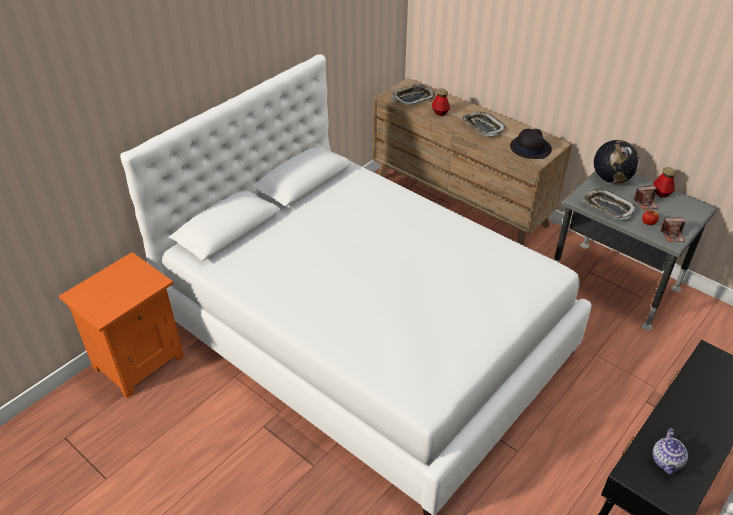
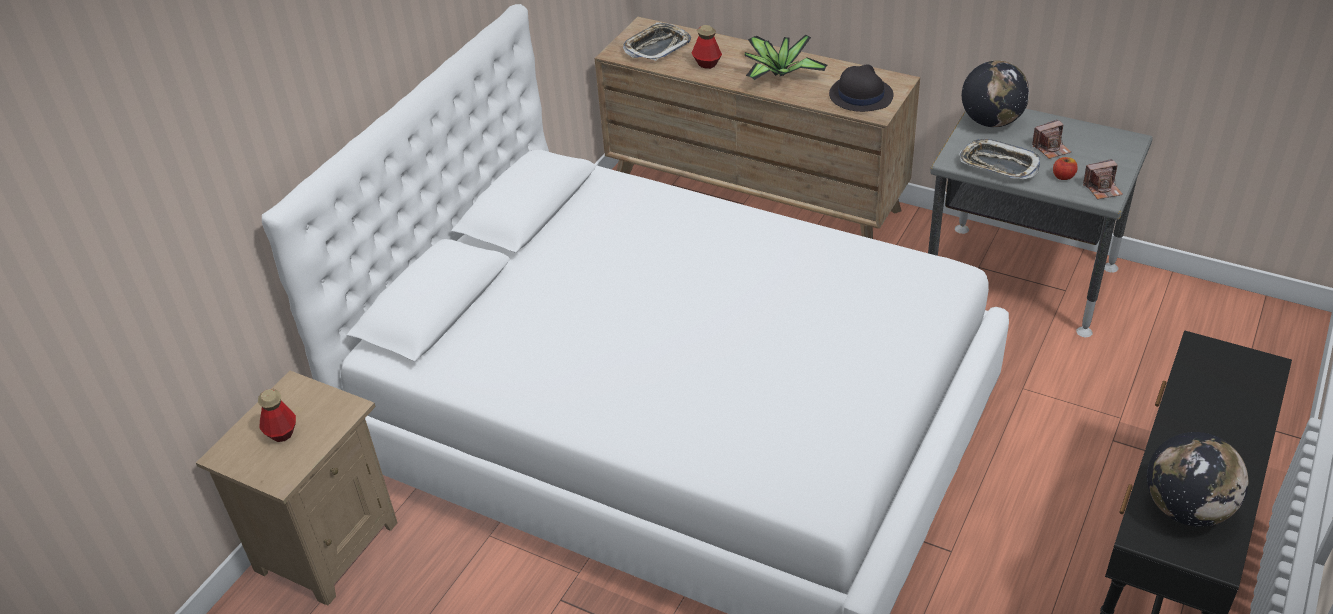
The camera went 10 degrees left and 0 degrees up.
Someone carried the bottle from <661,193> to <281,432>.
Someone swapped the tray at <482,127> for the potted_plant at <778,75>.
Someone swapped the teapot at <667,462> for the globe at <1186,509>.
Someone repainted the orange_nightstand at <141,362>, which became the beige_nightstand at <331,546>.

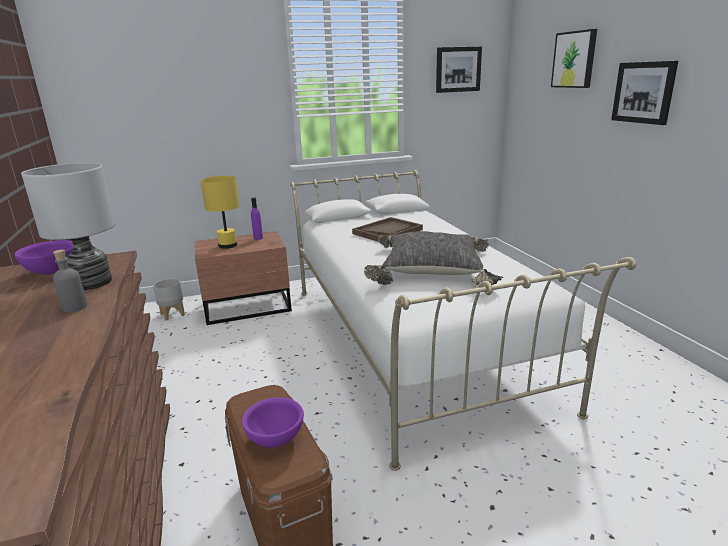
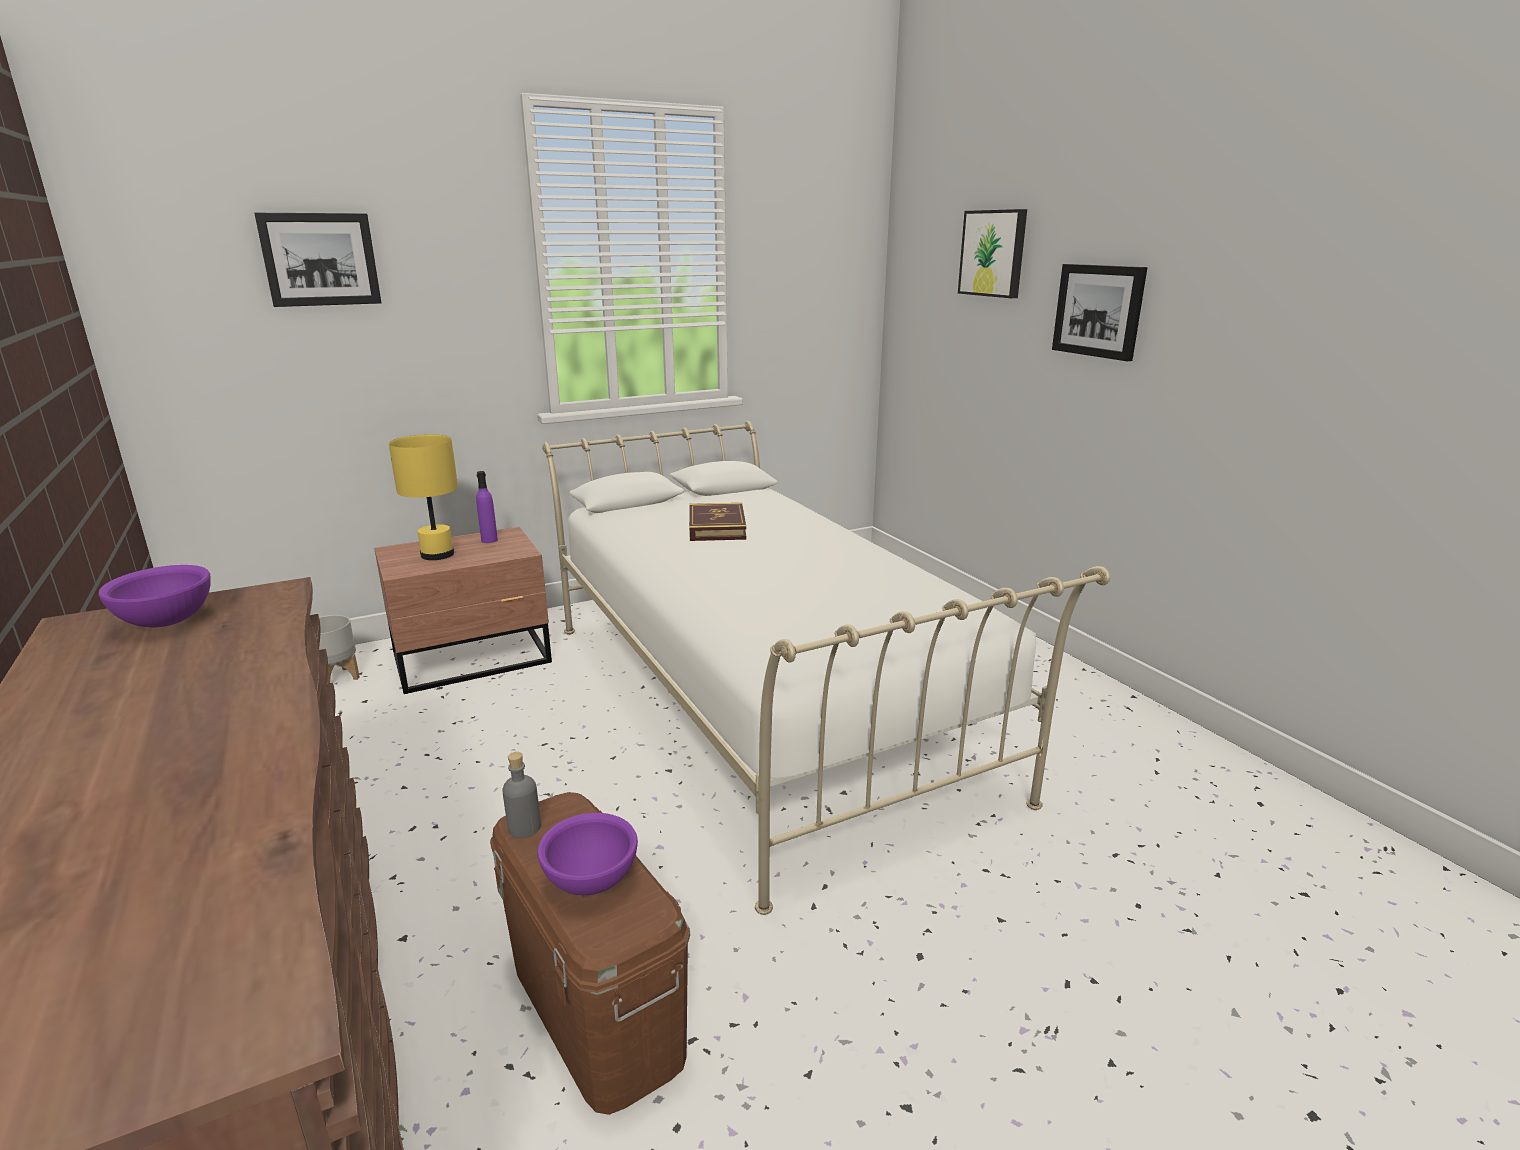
The camera went 10 degrees left and 0 degrees up.
Someone took away the grey_table_lamp at <91,282>.
Someone took away the pillow at <432,267>.
Someone carried the grey_bottle from <74,307> to <524,828>.
Someone carried the picture from <458,69> to <320,259>.
Someone swapped the brown_tray at <387,232> for the book at <717,527>.

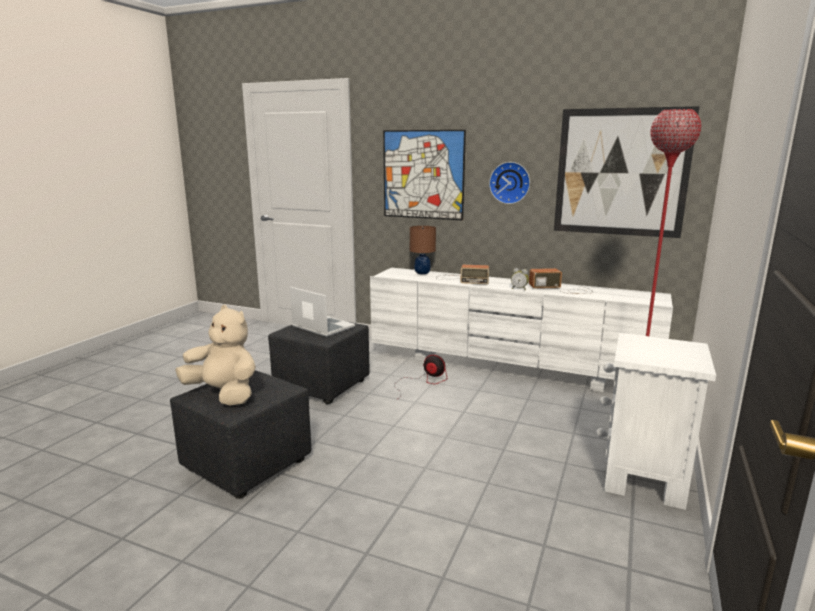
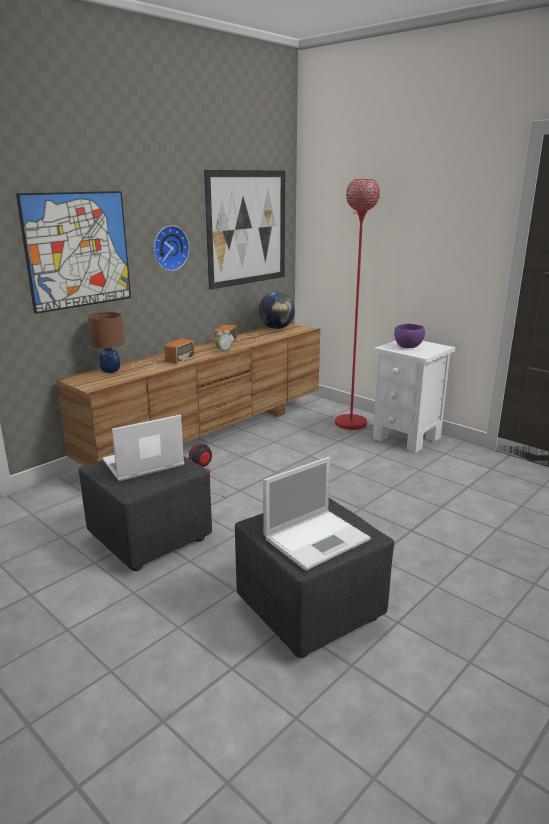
The camera went 70 degrees left and 5 degrees up.
Someone put down the globe at <276,328>.
Someone put down the purple_bowl at <408,347>.
Someone swapped the beige_plush_toy at <224,394> for the laptop at <318,538>.
Someone repainted the white_cabinet at <507,369>, which became the brown_cabinet at <209,435>.

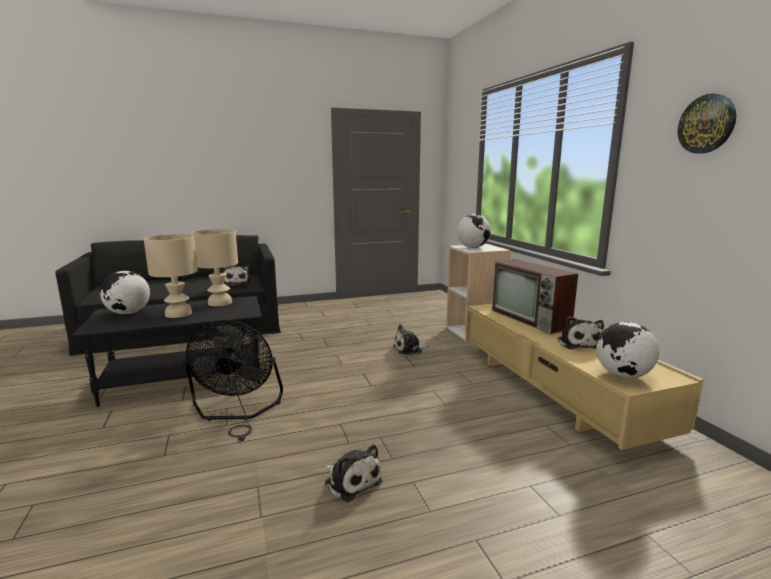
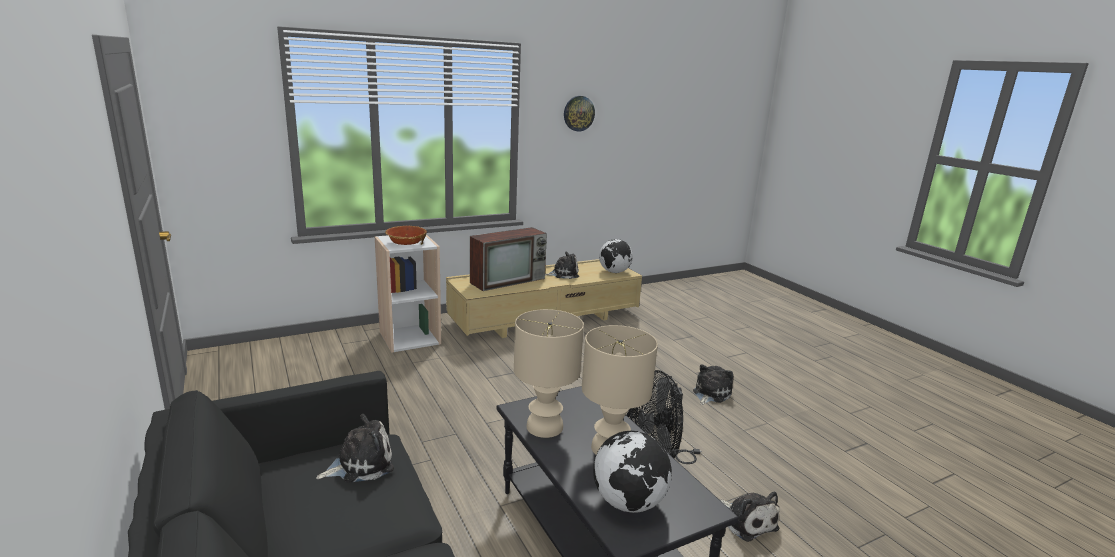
The camera went 100 degrees left and 5 degrees up.
Someone carried the plush_toy from <409,349> to <747,521>.
Someone swapped the globe at <472,247> for the bowl at <406,243>.

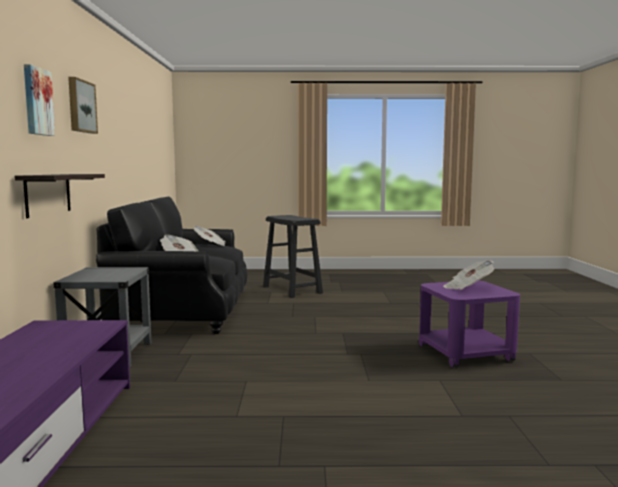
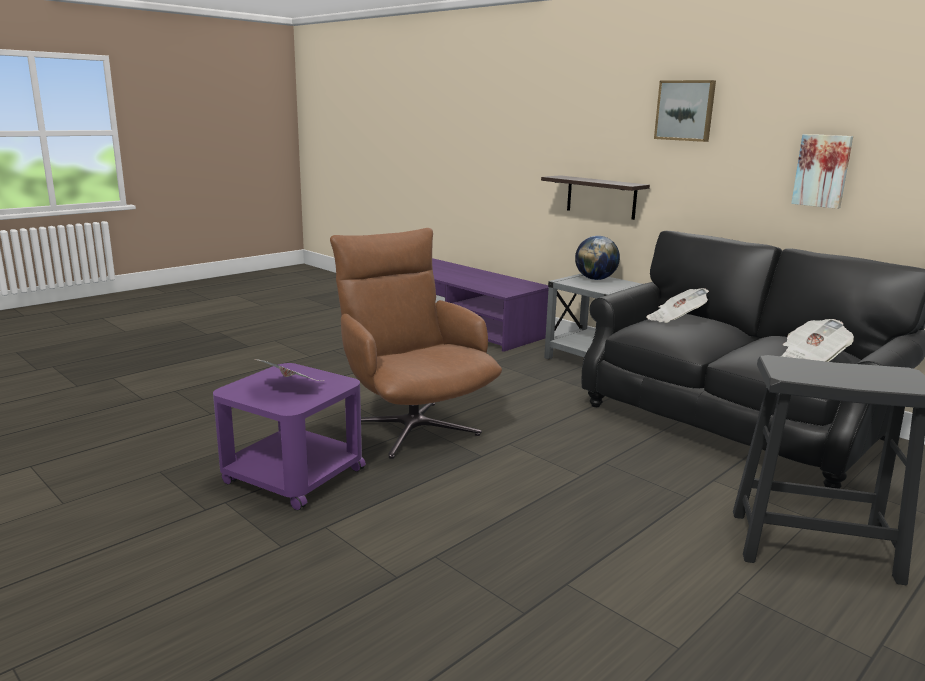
The camera went 135 degrees right and 10 degrees up.
Someone put down the brown_armchair at <413,428>.
Someone put down the globe at <595,279>.
Someone carried the picture from <37,101> to <822,170>.

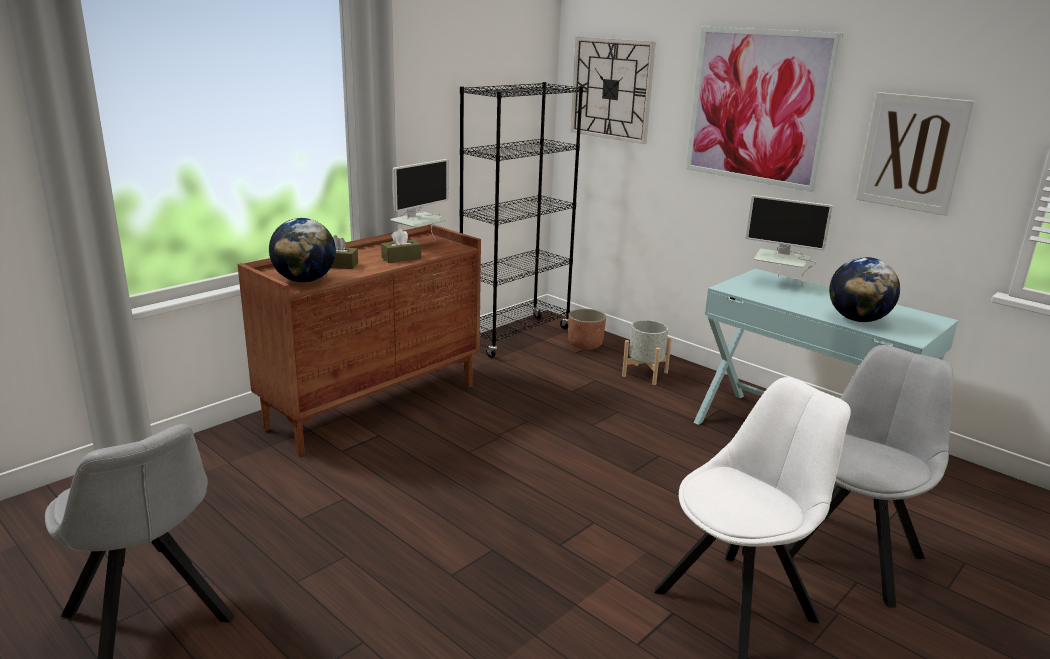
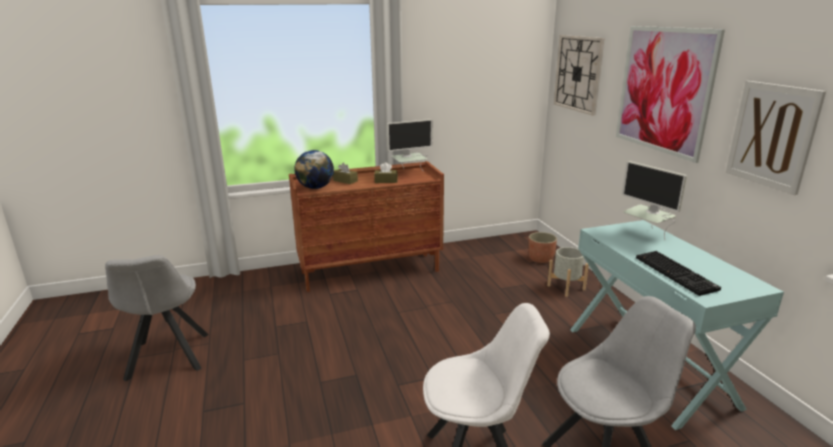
The camera went 30 degrees right and 0 degrees up.
Someone took away the black_bookcase at <515,337>.
Someone swapped the globe at <858,320> for the keyboard at <677,273>.

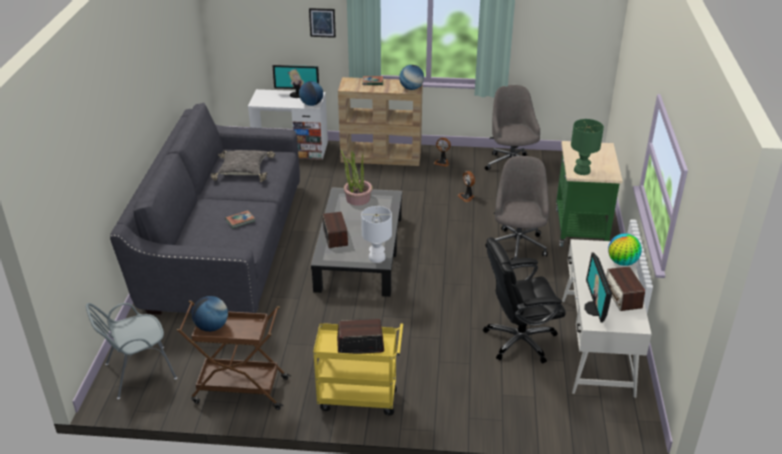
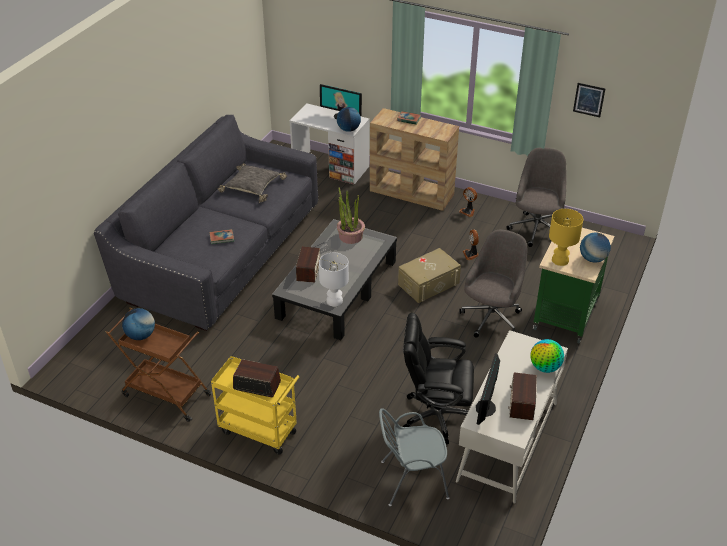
The camera went 20 degrees right and 5 degrees up.
Someone put down the beige_storage_box at <428,284>.
Someone carried the grey_chair from <137,372> to <411,480>.
Someone carried the picture from <322,22> to <589,99>.
Someone carried the globe from <411,88> to <592,259>.
Someone repainted the green_table_lamp at <581,170>, which became the yellow_table_lamp at <560,260>.

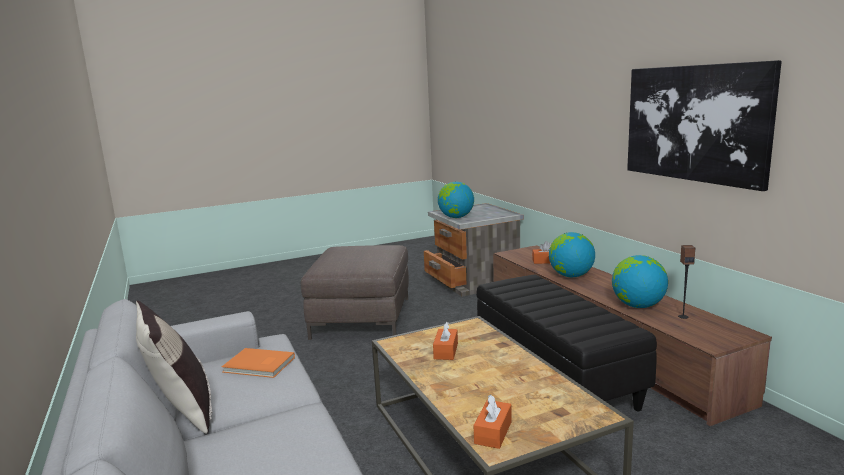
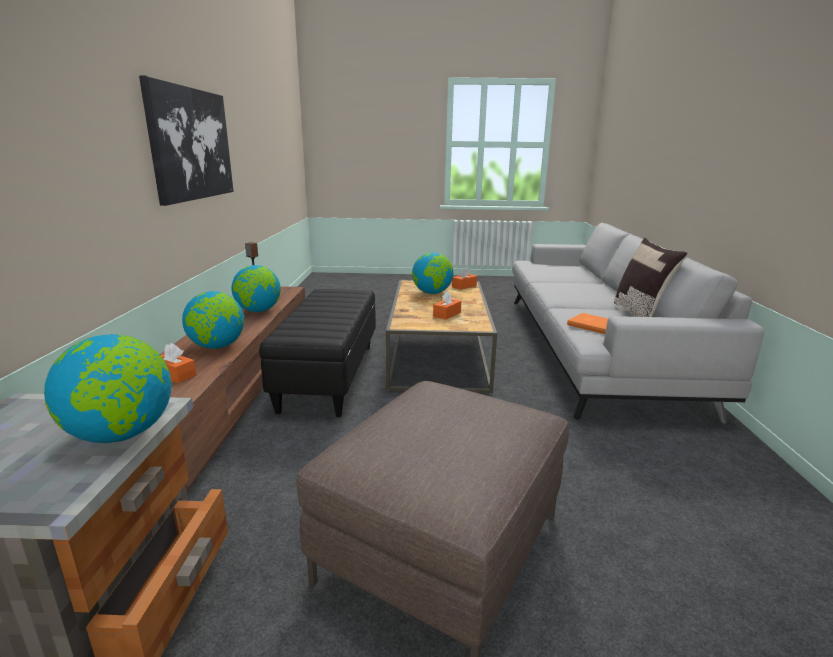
The camera went 155 degrees left and 5 degrees up.
Someone put down the globe at <432,293>.

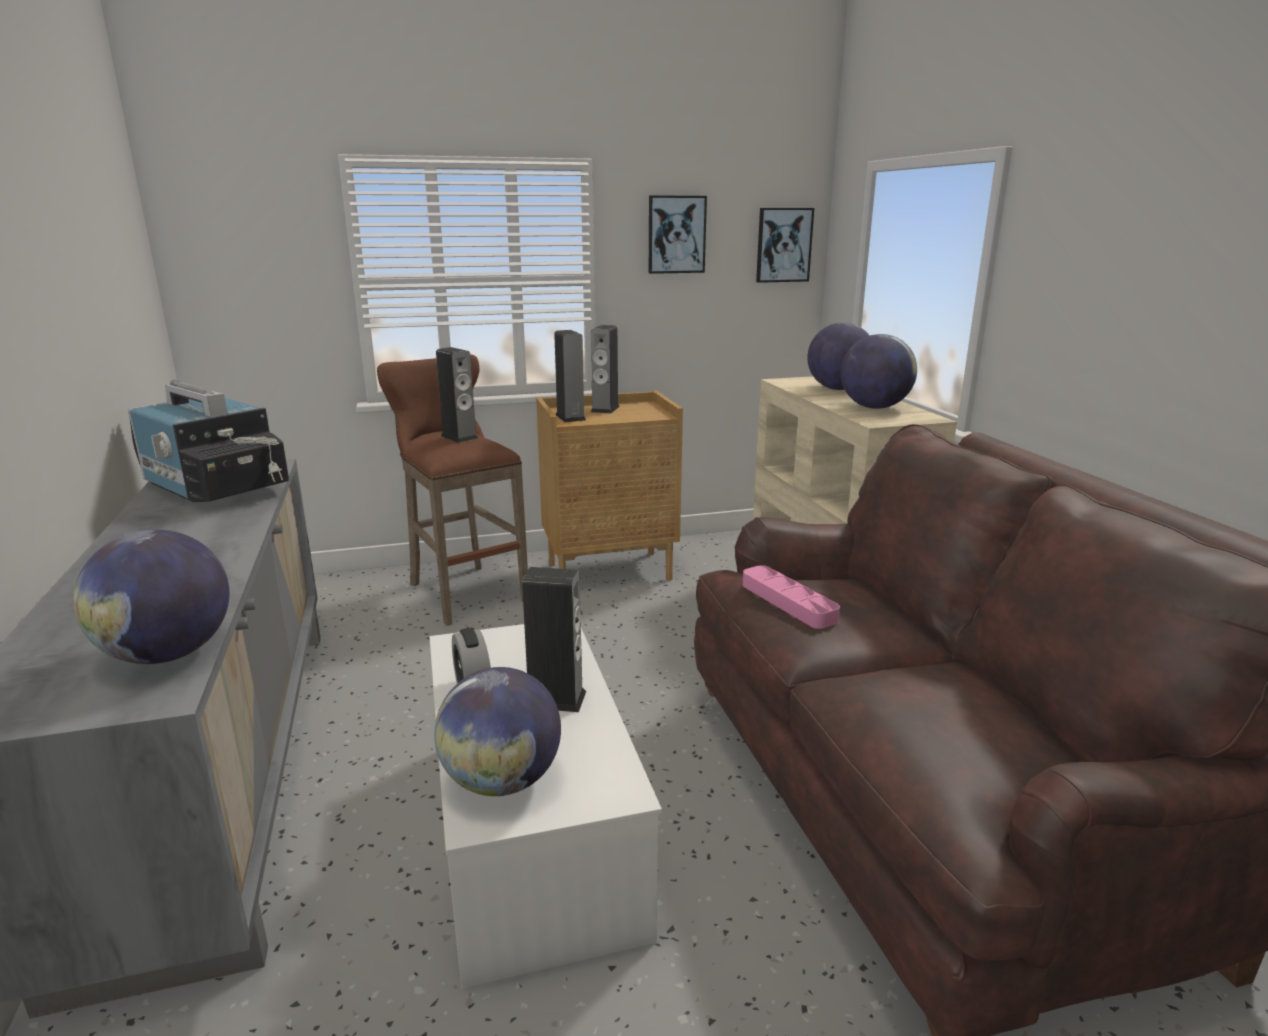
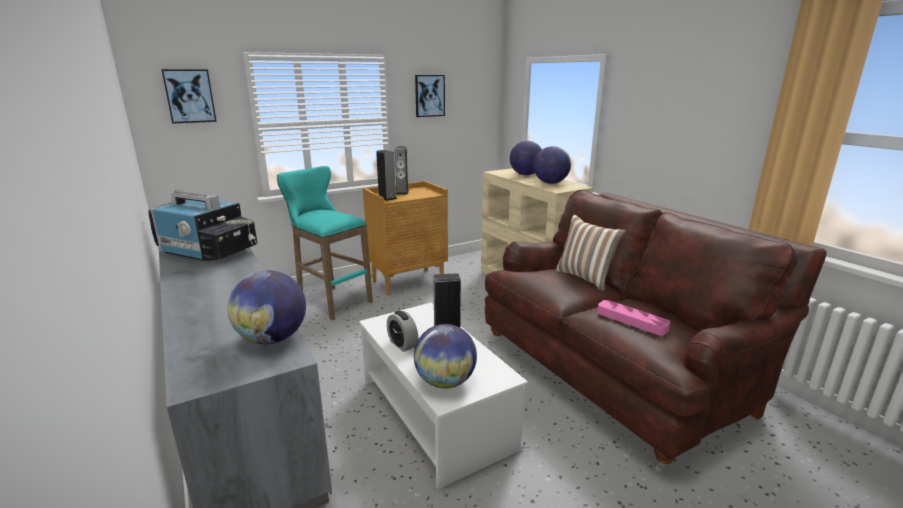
The camera went 15 degrees left and 0 degrees up.
Someone took away the speaker at <459,437>.
Someone put down the pillow at <585,277>.
Someone carried the pink_tray from <788,602> to <631,320>.
Someone carried the picture from <783,245> to <189,96>.
Someone repainted the brown_stool at <463,591>, which became the turquoise_stool at <331,301>.

